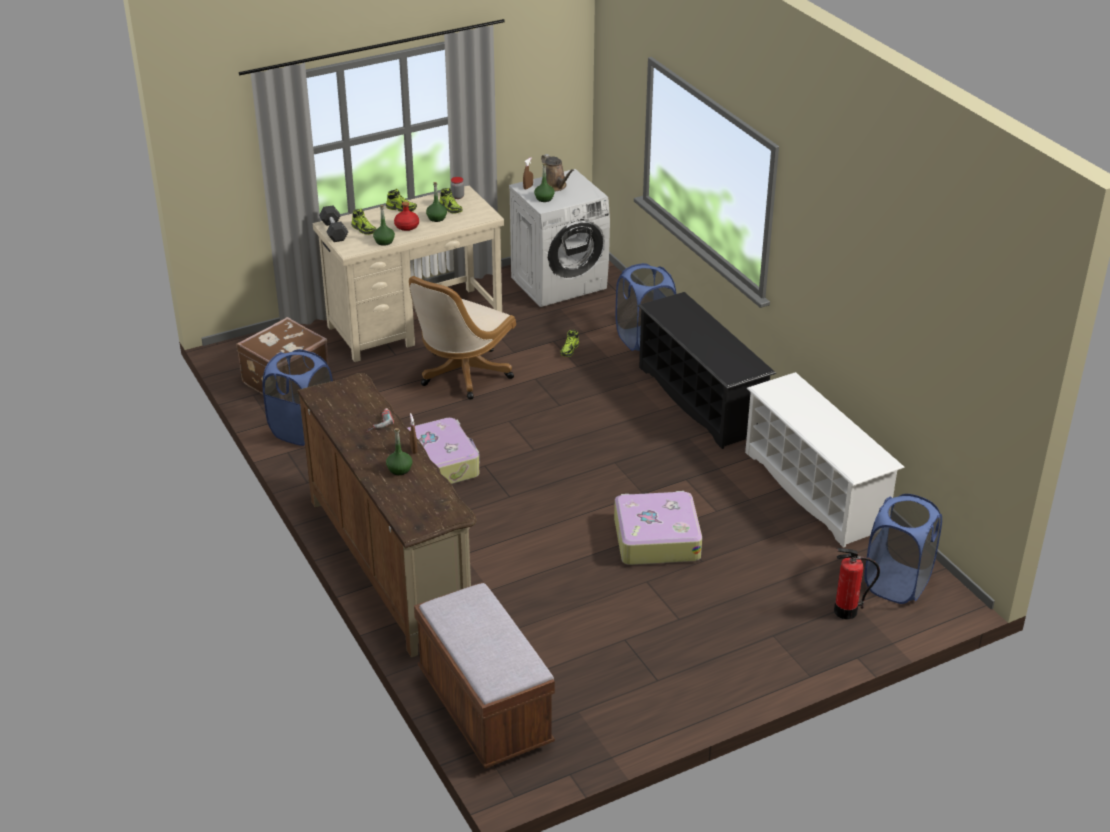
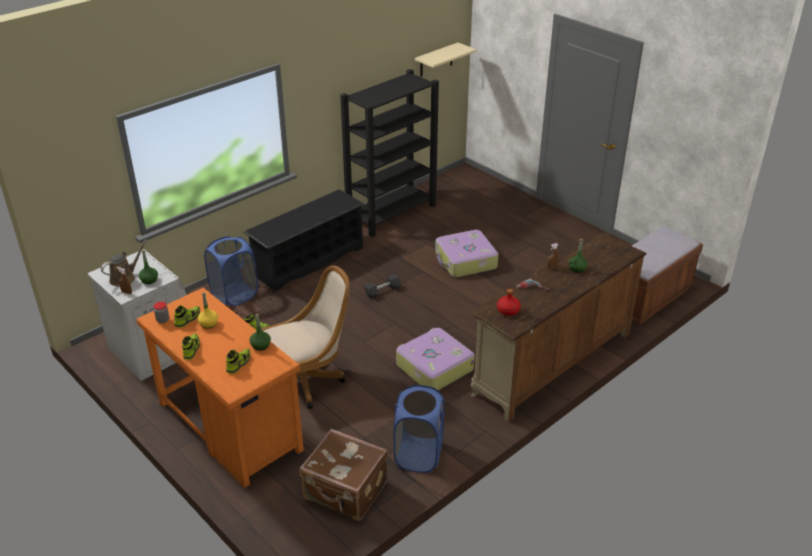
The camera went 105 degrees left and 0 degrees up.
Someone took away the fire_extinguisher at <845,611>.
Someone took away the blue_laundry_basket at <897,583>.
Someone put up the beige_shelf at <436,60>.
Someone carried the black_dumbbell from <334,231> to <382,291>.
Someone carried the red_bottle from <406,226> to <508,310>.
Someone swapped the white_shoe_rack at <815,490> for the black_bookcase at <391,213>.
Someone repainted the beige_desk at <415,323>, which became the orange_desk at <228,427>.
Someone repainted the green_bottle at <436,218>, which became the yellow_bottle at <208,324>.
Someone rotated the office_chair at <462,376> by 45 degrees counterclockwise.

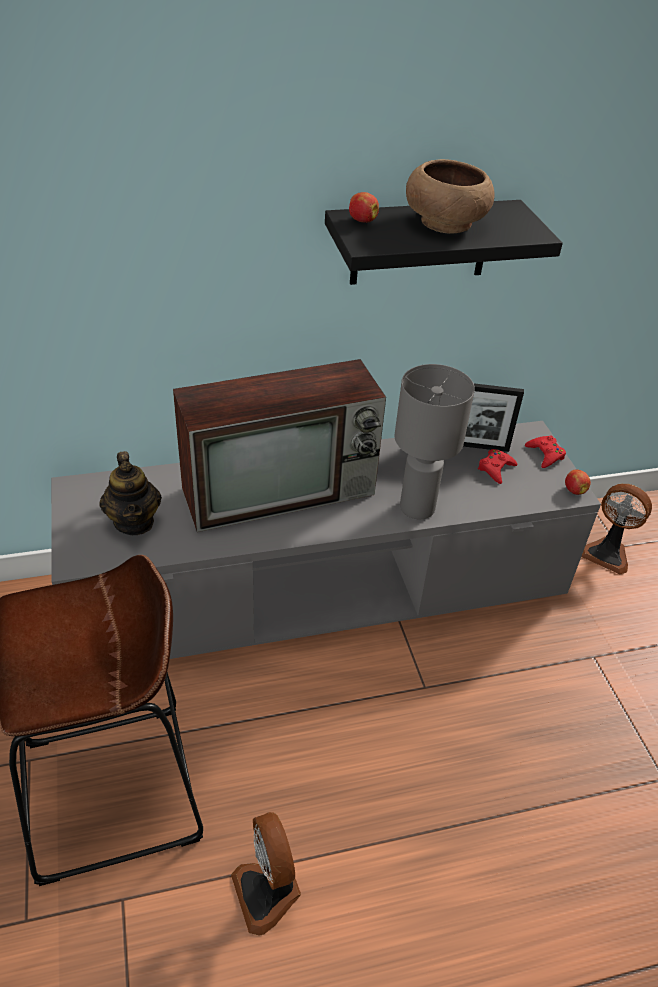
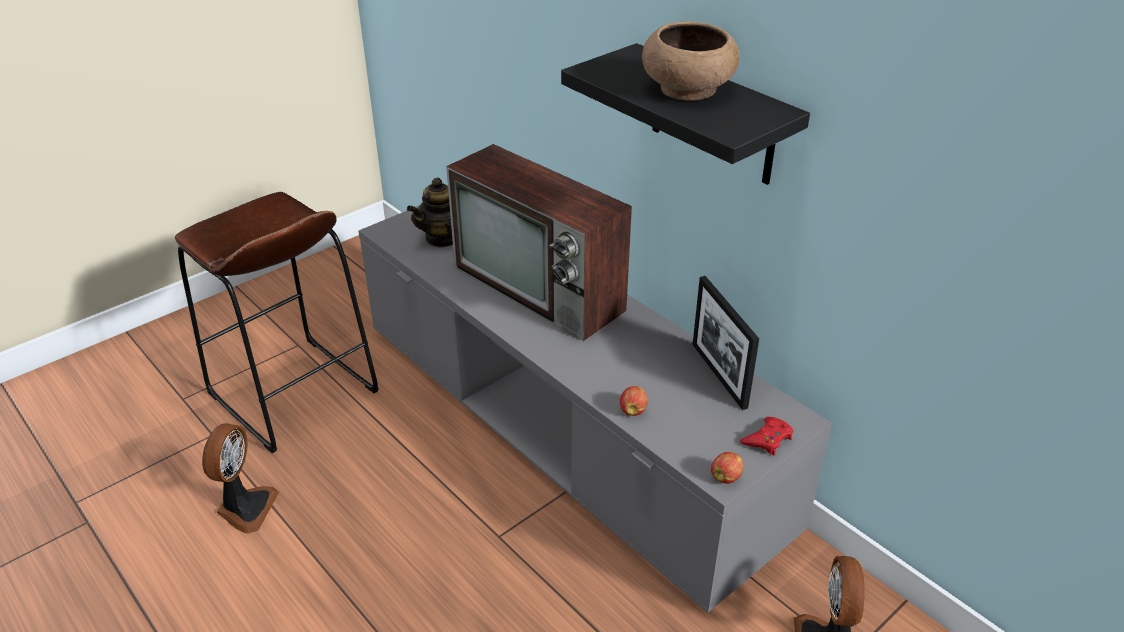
The camera went 65 degrees right and 5 degrees down.
Someone took away the grey_table_lamp at <416,507>.
Someone took away the red_game_controller at <495,469>.
Someone carried the apple from <362,221> to <633,410>.
Someone rotated the fan at <268,892> by 150 degrees clockwise.

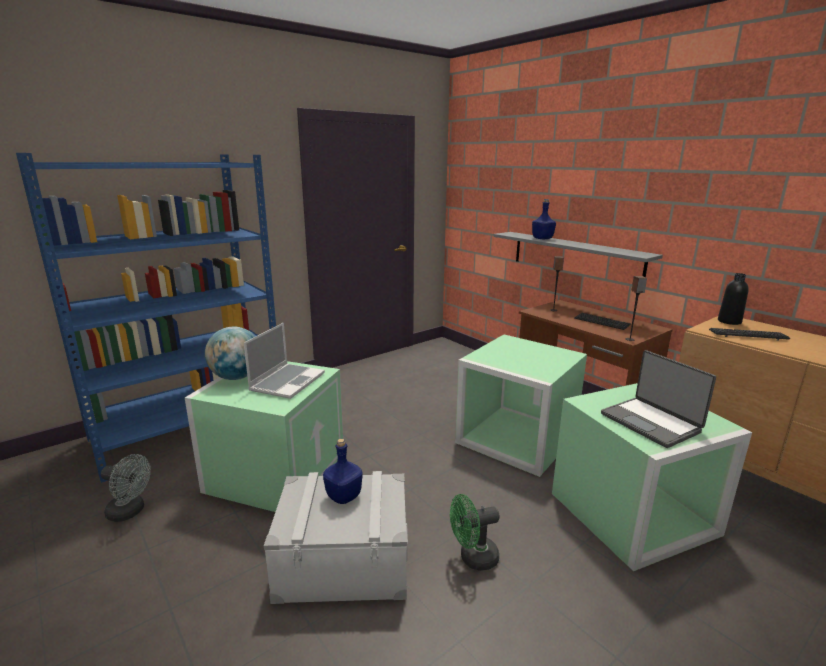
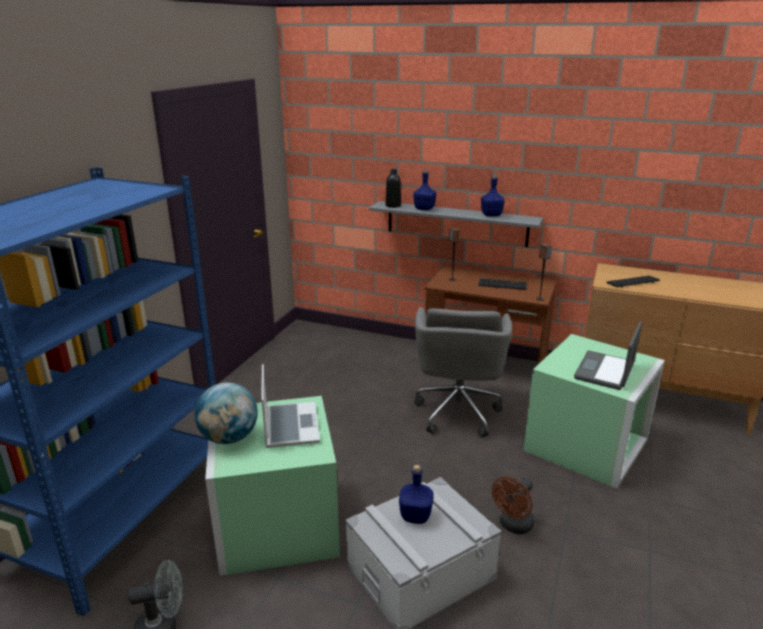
The camera went 30 degrees left and 5 degrees up.
Someone put down the blue_bottle at <492,215>.
Someone carried the black_bottle from <729,321> to <393,205>.
Someone swapped the green_storage_box at <514,439> for the grey_office_chair at <457,411>.
Someone repainted the green_fan at <473,558>, which became the brown_fan at <513,526>.
Someone rotated the laptop at <651,422> by 90 degrees clockwise.

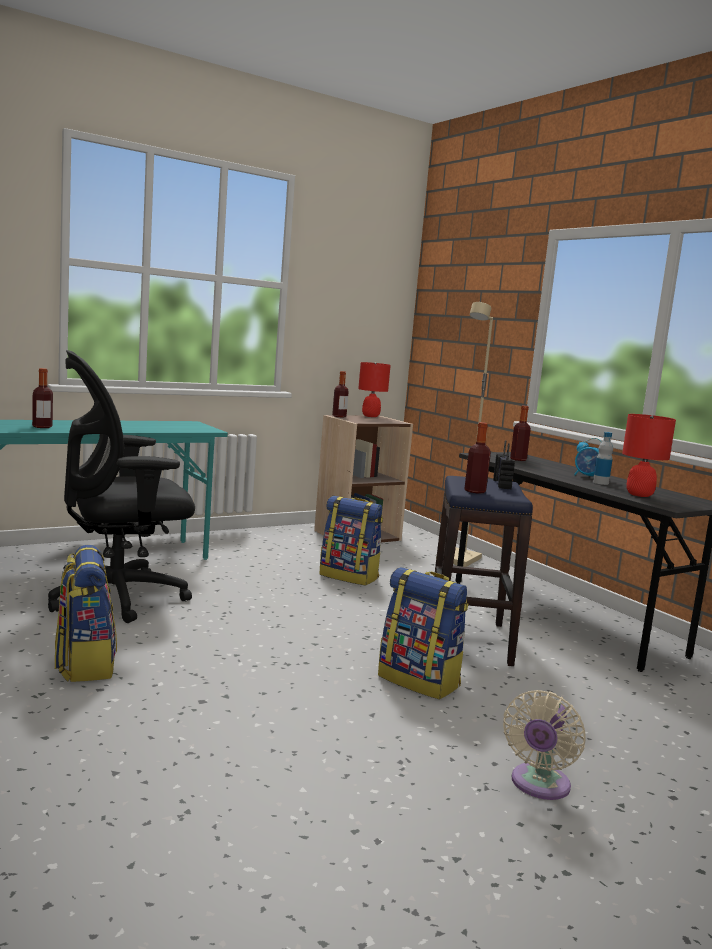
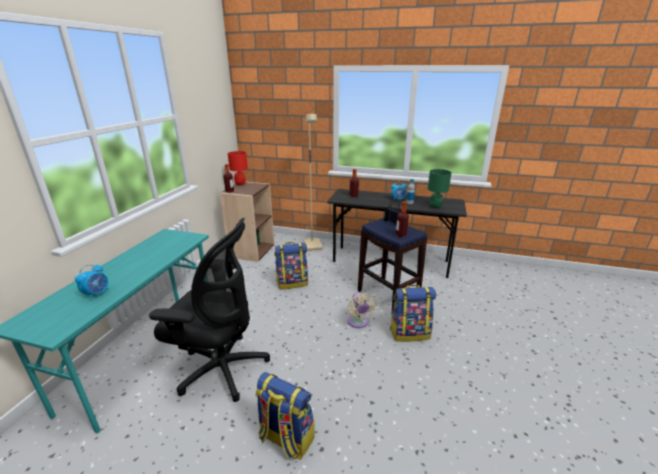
The camera went 40 degrees left and 15 degrees up.
Someone carried the beige_fan from <538,786> to <358,322>.
Someone swapped the bottle at <42,427> for the alarm_clock at <97,293>.
Someone repainted the red_table_lamp at <640,495>, which became the green_table_lamp at <436,206>.
Someone rotated the black_office_chair at <125,595> by 105 degrees counterclockwise.

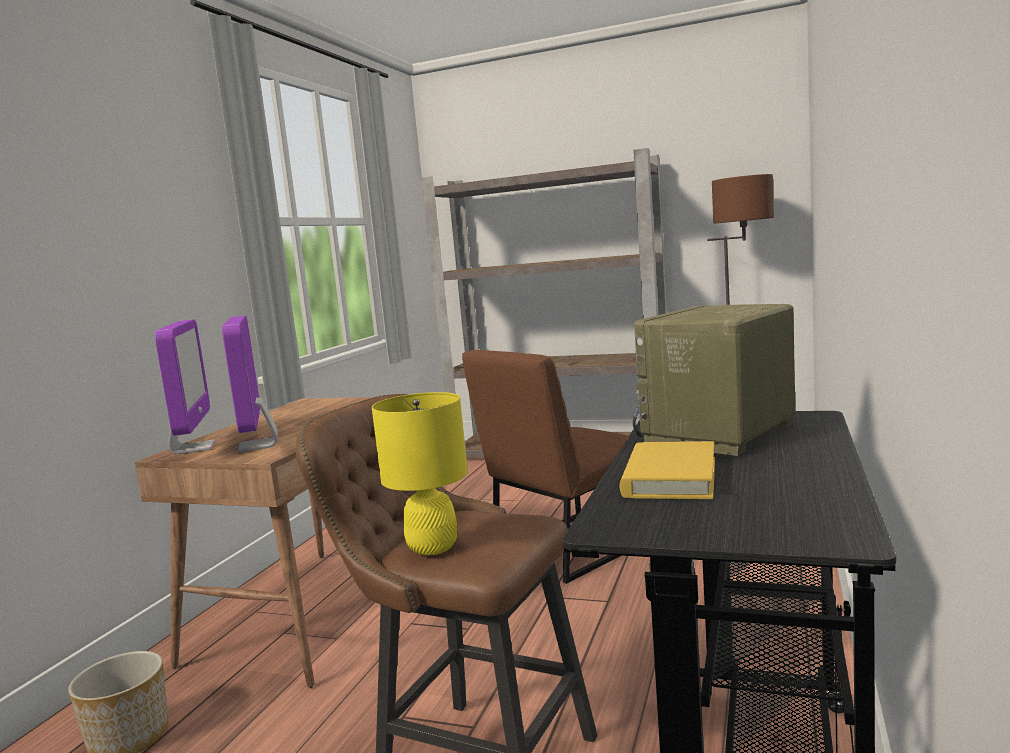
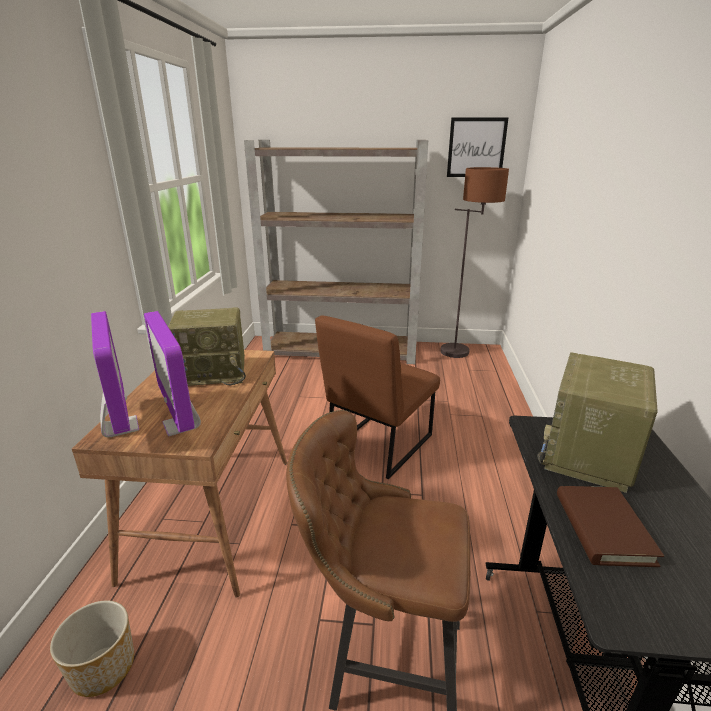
The camera went 15 degrees left and 15 degrees up.
Someone took away the yellow_table_lamp at <434,549>.
Someone put down the radio at <214,373>.
Someone put up the picture at <476,148>.
Someone repainted the yellow_book at <670,477>, which became the brown_book at <603,528>.

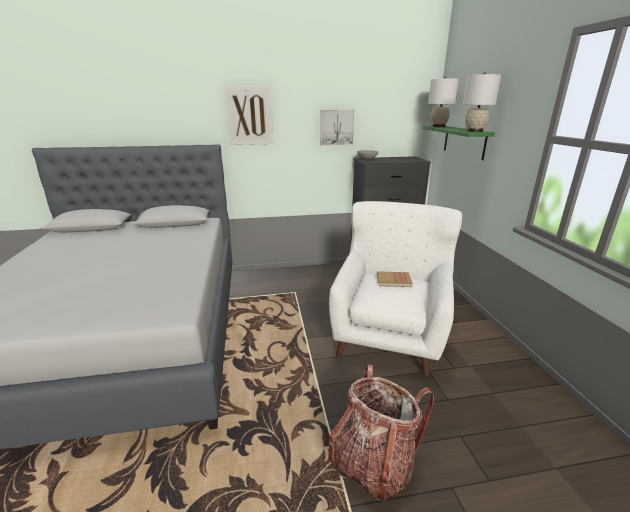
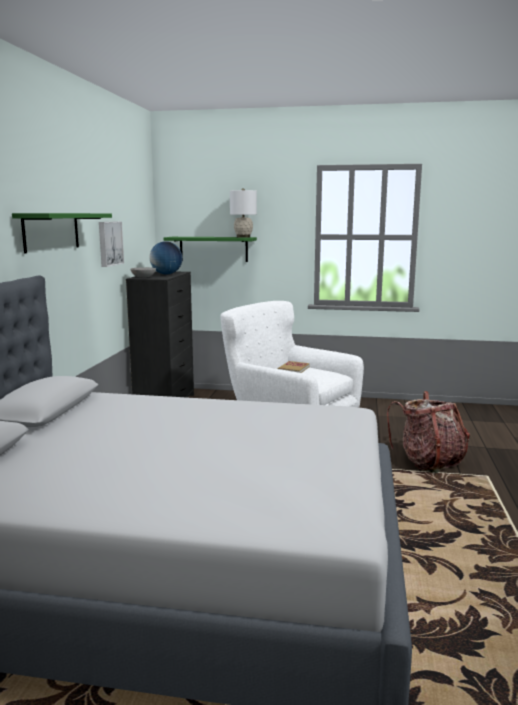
The camera went 70 degrees left and 10 degrees down.
Someone took away the white_table_lamp at <438,126>.
Someone put down the globe at <166,274>.
Someone swapped the picture at <249,116> for the green_shelf at <51,231>.

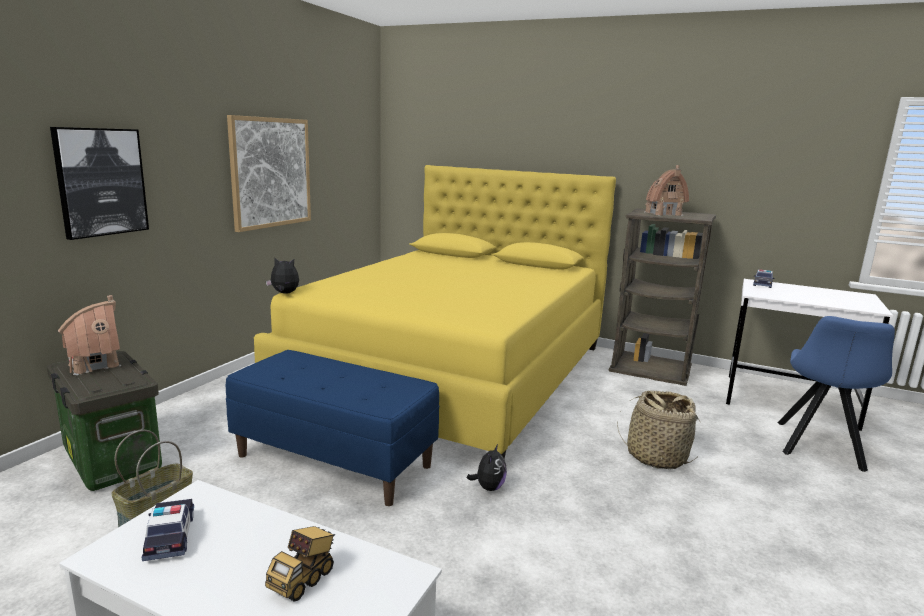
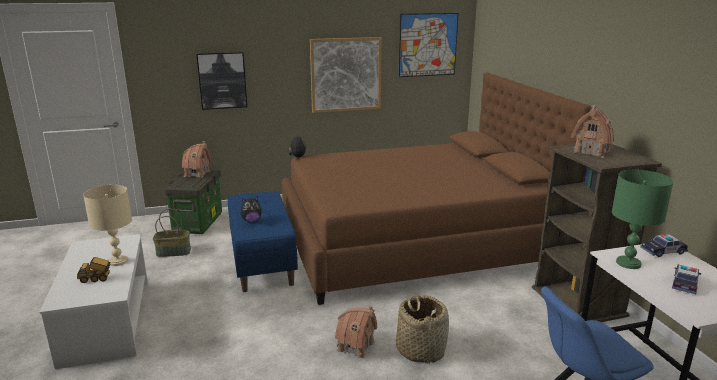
The camera went 50 degrees right and 5 degrees up.
Someone put down the beige_table_lamp at <117,261>.
Someone put down the toy_house at <356,346>.
Someone put up the picture at <428,45>.
Someone put down the green_table_lamp at <628,263>.
Someone carried the toy_car from <170,536> to <684,283>.
Someone carried the plush_toy from <488,487> to <251,220>.
Someone repainted the yellow_bed at <452,372>, which became the brown_bed at <414,242>.

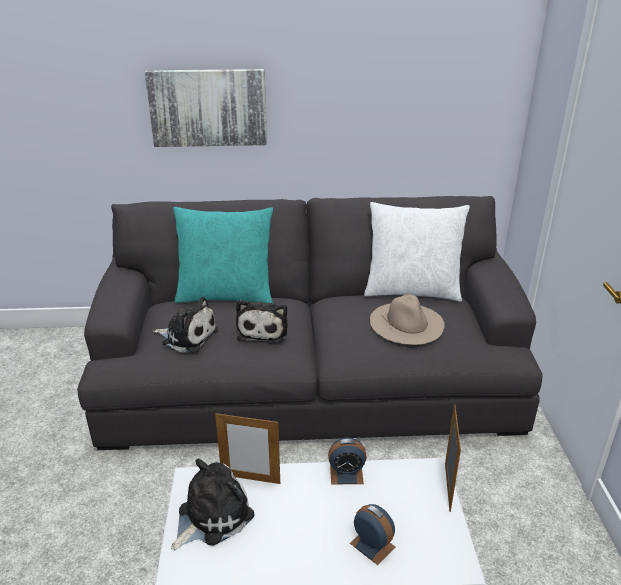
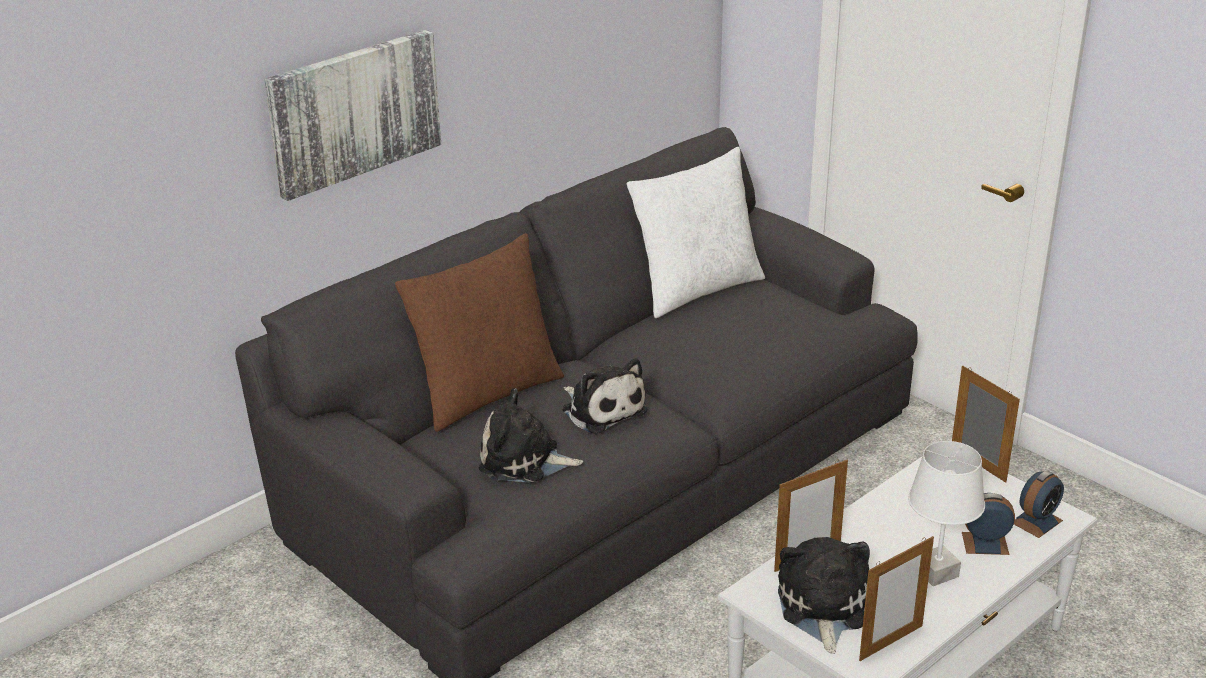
The camera went 40 degrees left and 0 degrees up.
Someone took away the beige_hat at <407,323>.
Someone put down the picture_frame at <891,643>.
Someone put down the white_table_lamp at <937,572>.
Someone carried the alarm_clock from <346,474> to <1037,521>.
Someone repainted the turquoise_pillow at <226,295>, which became the brown_pillow at <486,393>.
Someone rotated the plush_toy at <187,336> by 150 degrees counterclockwise.

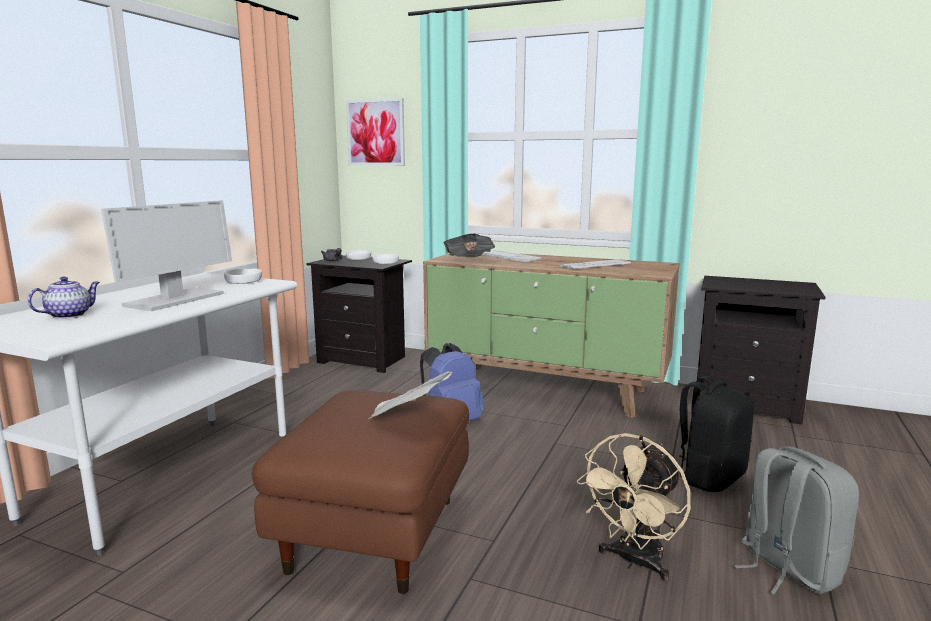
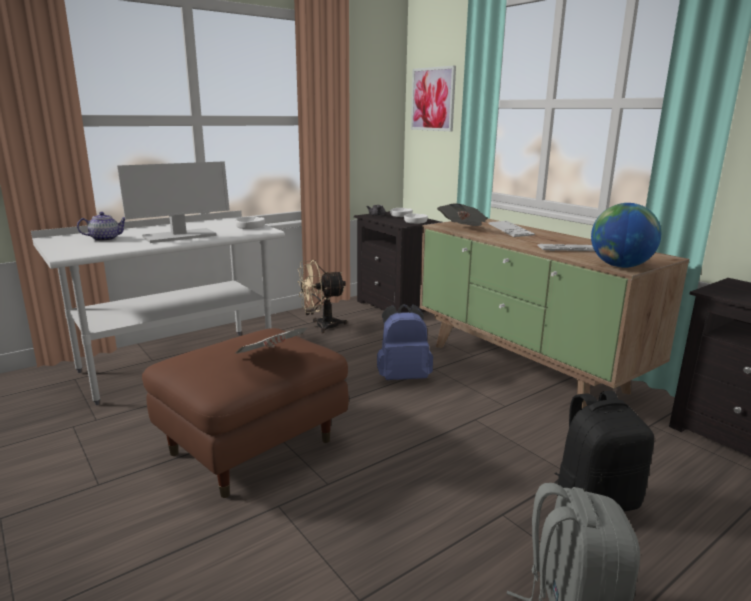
The camera went 30 degrees right and 5 degrees up.
Someone put down the globe at <620,266>.
Someone carried the beige_fan from <634,562> to <321,326>.

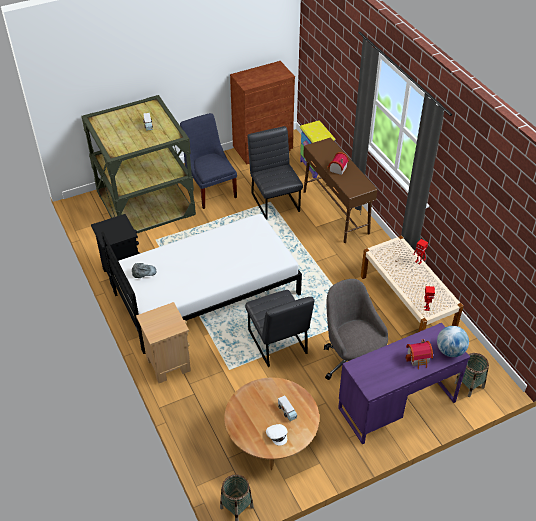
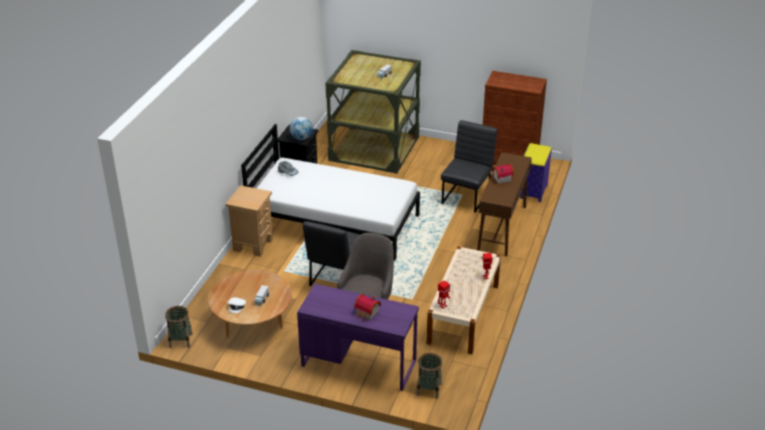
The camera went 45 degrees right and 10 degrees down.
Someone took away the blue_chair at <210,189>.
Someone carried the globe from <450,351> to <301,138>.

